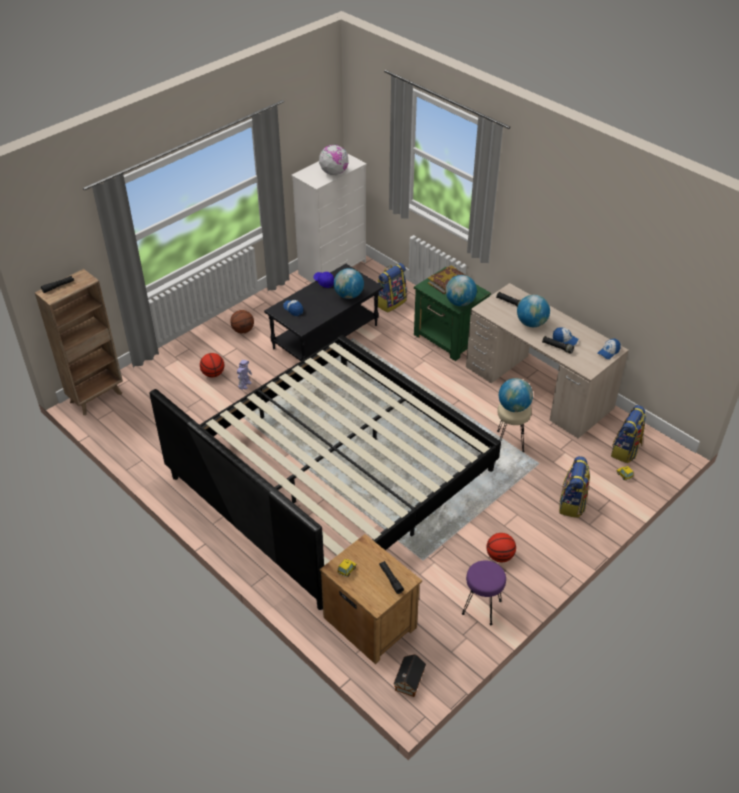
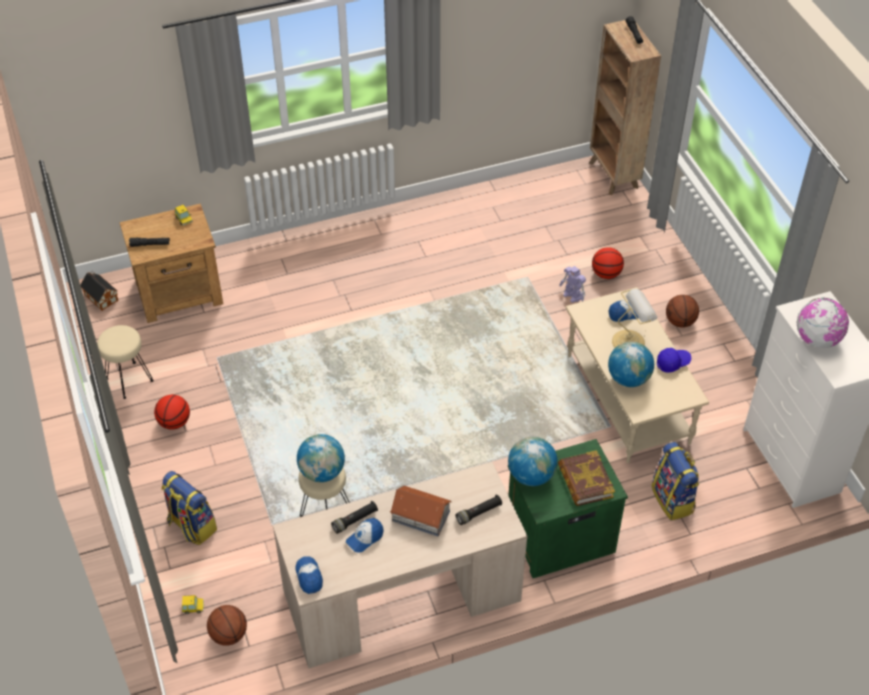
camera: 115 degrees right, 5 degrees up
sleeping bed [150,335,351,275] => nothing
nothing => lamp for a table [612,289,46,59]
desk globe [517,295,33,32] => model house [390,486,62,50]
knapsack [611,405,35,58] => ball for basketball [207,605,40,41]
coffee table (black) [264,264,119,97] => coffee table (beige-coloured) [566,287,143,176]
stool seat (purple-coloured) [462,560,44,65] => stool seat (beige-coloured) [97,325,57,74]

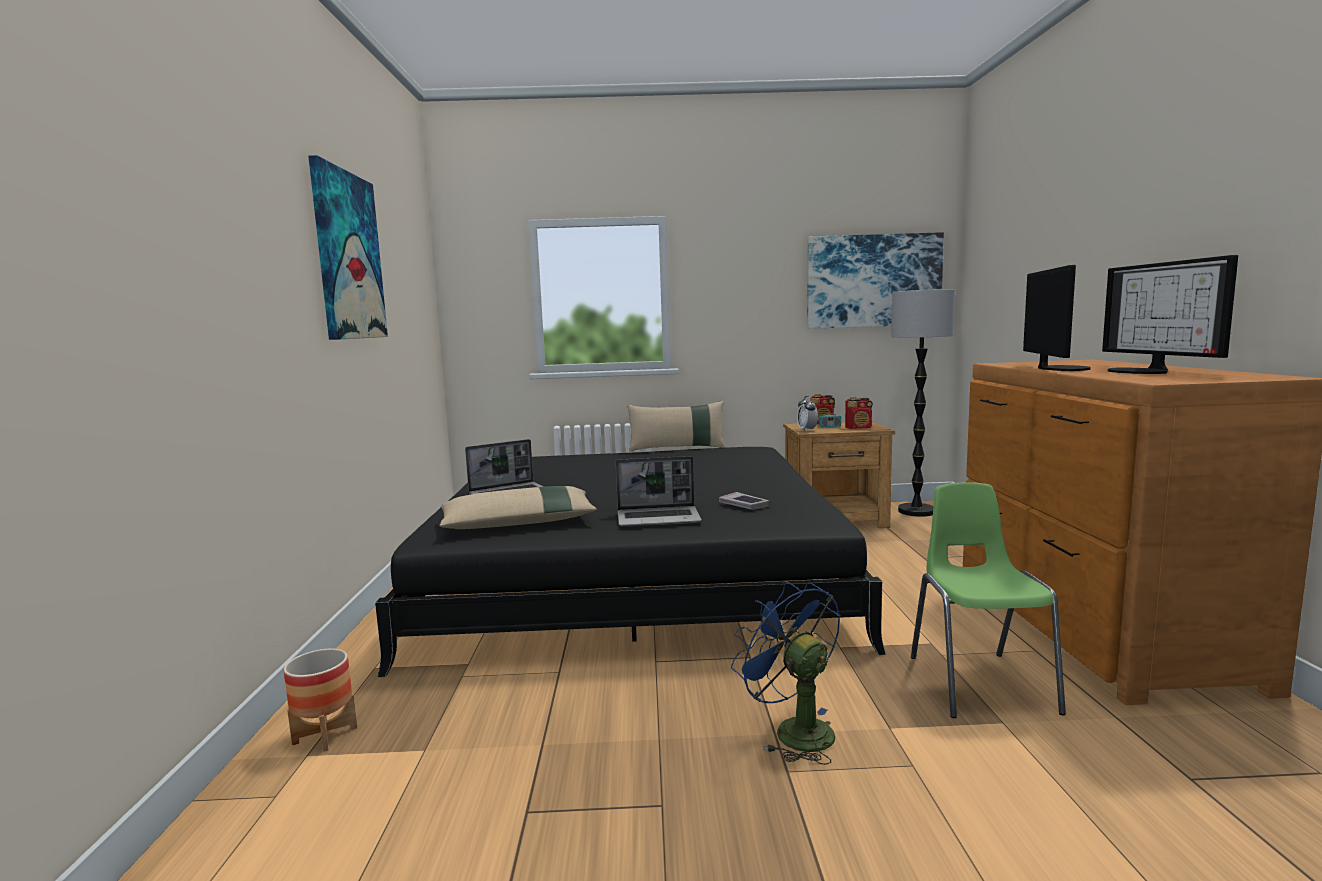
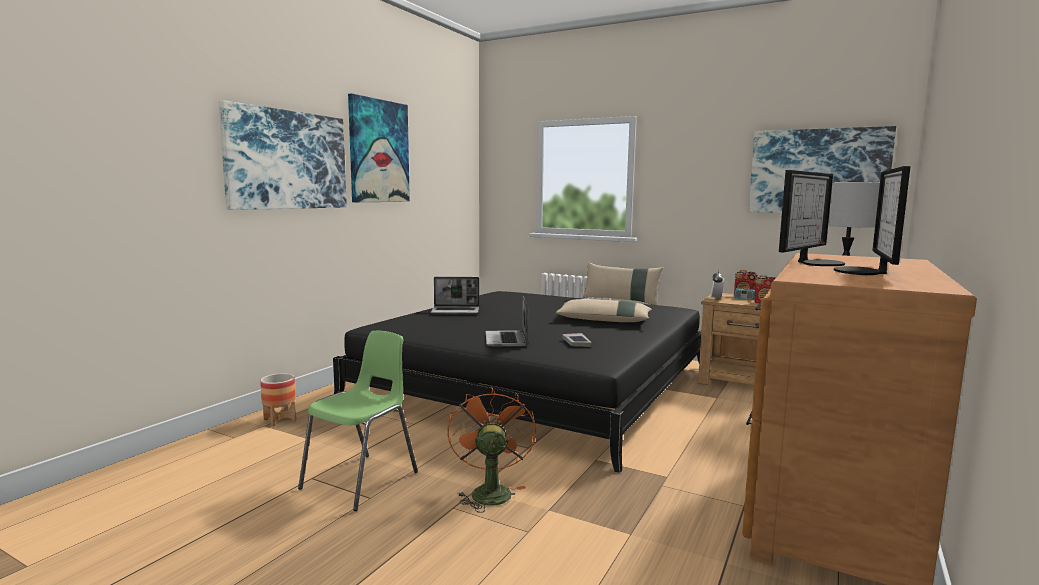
camera: 30 degrees right, 0 degrees up
nothing => wall picture [218,100,129,110]
cushion (beige-coloured) [439,486,158,43] => cushion (beige-coloured) [556,299,96,23], moved
plain chair (green-coloured) [911,482,155,236] => plain chair (green-coloured) [298,331,120,180], moved
cooling fan (blue) [731,581,109,184] => cooling fan (orange) [447,387,89,126]
portable computer [616,456,86,71] => portable computer [486,296,42,51], 60 degrees clockwise

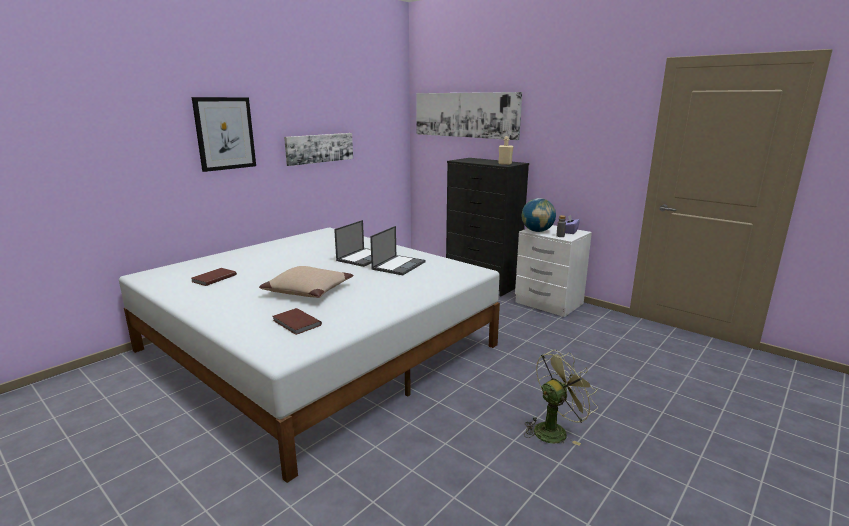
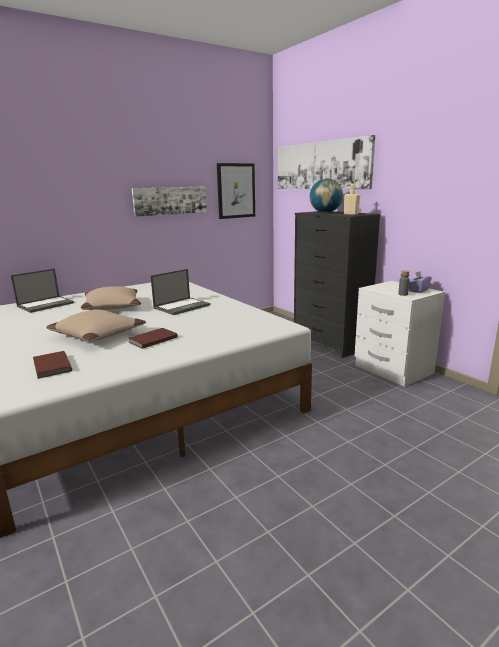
camera: 15 degrees right, 0 degrees up
cooling fan (green-coloured) [524,349,74,97] => nothing
nothing => cushion (beige-coloured) [81,286,60,24]
wall picture [192,97,64,75] => wall picture [217,163,38,56], moved
volume (brown) [192,268,45,18] => volume (brown) [129,328,49,21], moved
portable computer [370,226,56,49] => portable computer [11,269,63,44], moved
desk globe [522,198,34,34] => desk globe [310,178,33,35], moved

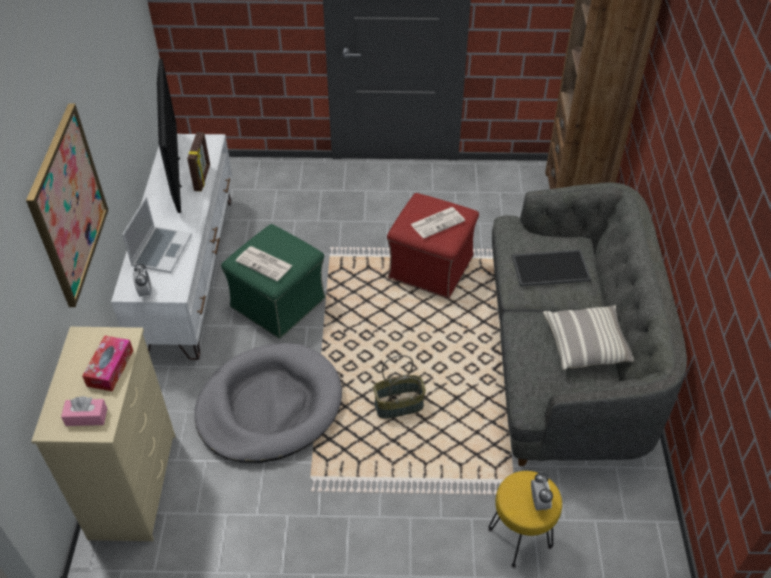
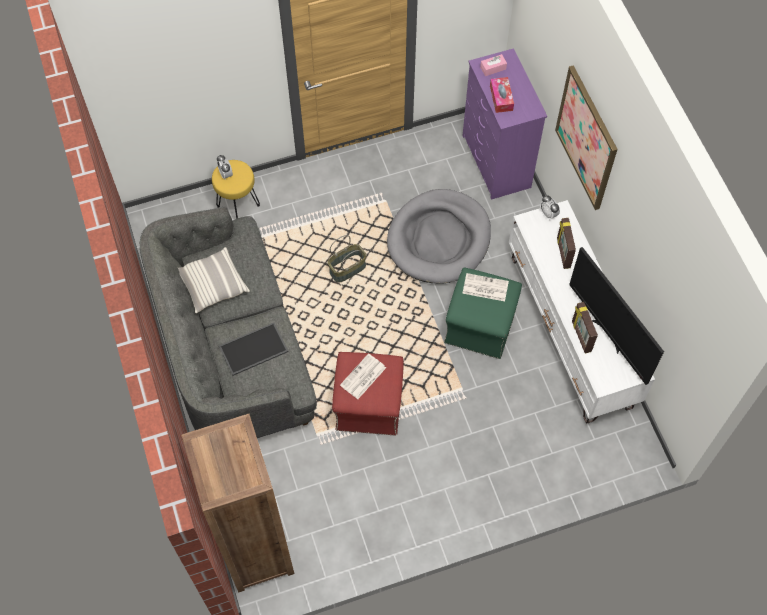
camera: 160 degrees right, 15 degrees up
portable computer [122,197,70,76] => standing frame [557,218,19,51]
drawer chest (beige-coloured) [31,327,144,214] => drawer chest (purple-coloured) [463,48,84,152]

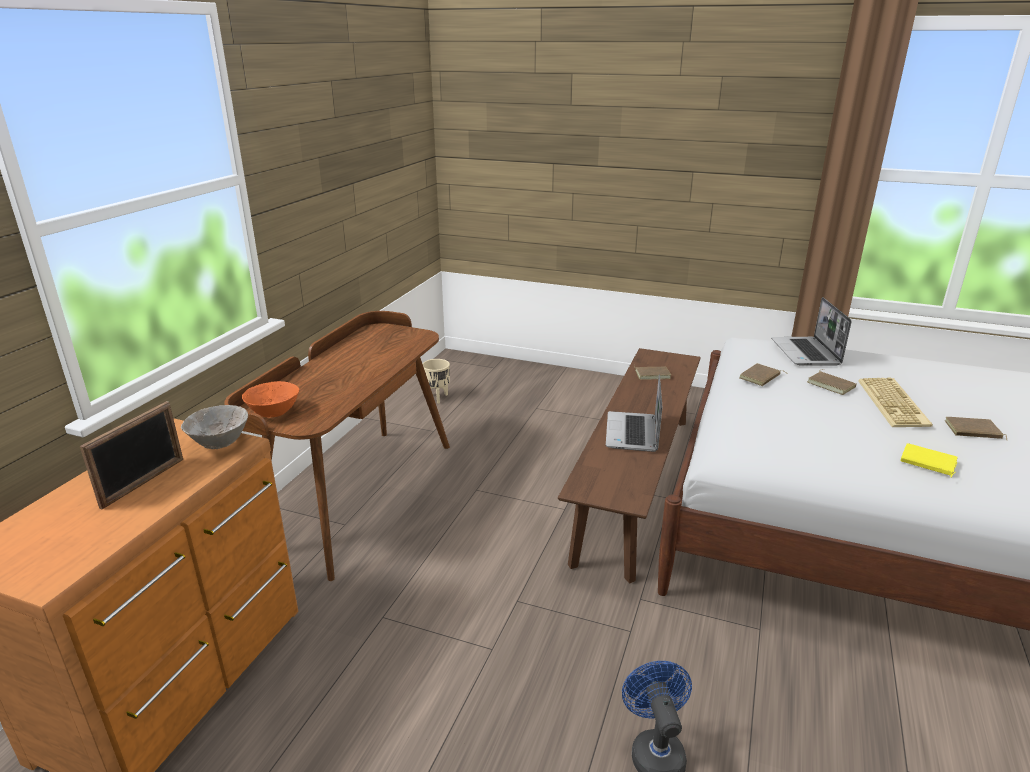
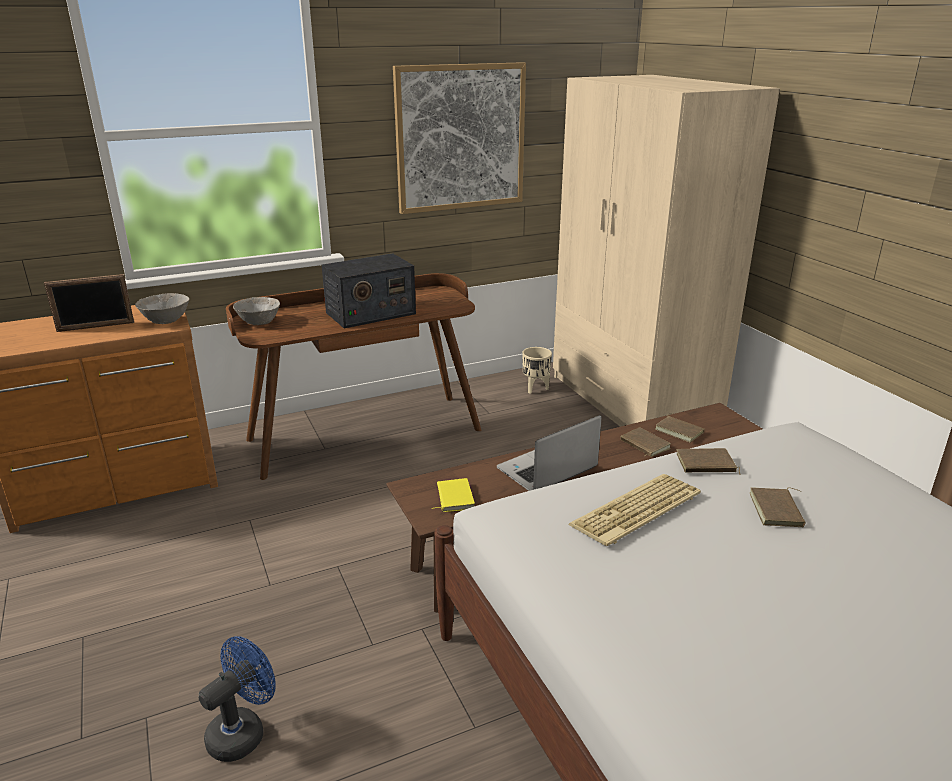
camera: 45 degrees right, 0 degrees up
portable computer [771,297,81,69] => nothing
nothing => radio [322,253,94,75]
nothing => wall picture [393,62,133,152]
nothing => armoire (beige-coloured) [553,75,227,352]
computer keyboard [858,378,75,49] => computer keyboard [569,474,132,72], moved
volume (yellow) [900,443,58,34] => volume (yellow) [432,478,43,34], moved
volume (brown) [945,417,63,24] => volume (brown) [621,427,50,30], moved
bowl (orange) [242,381,58,37] => bowl (greyish) [233,297,47,28]

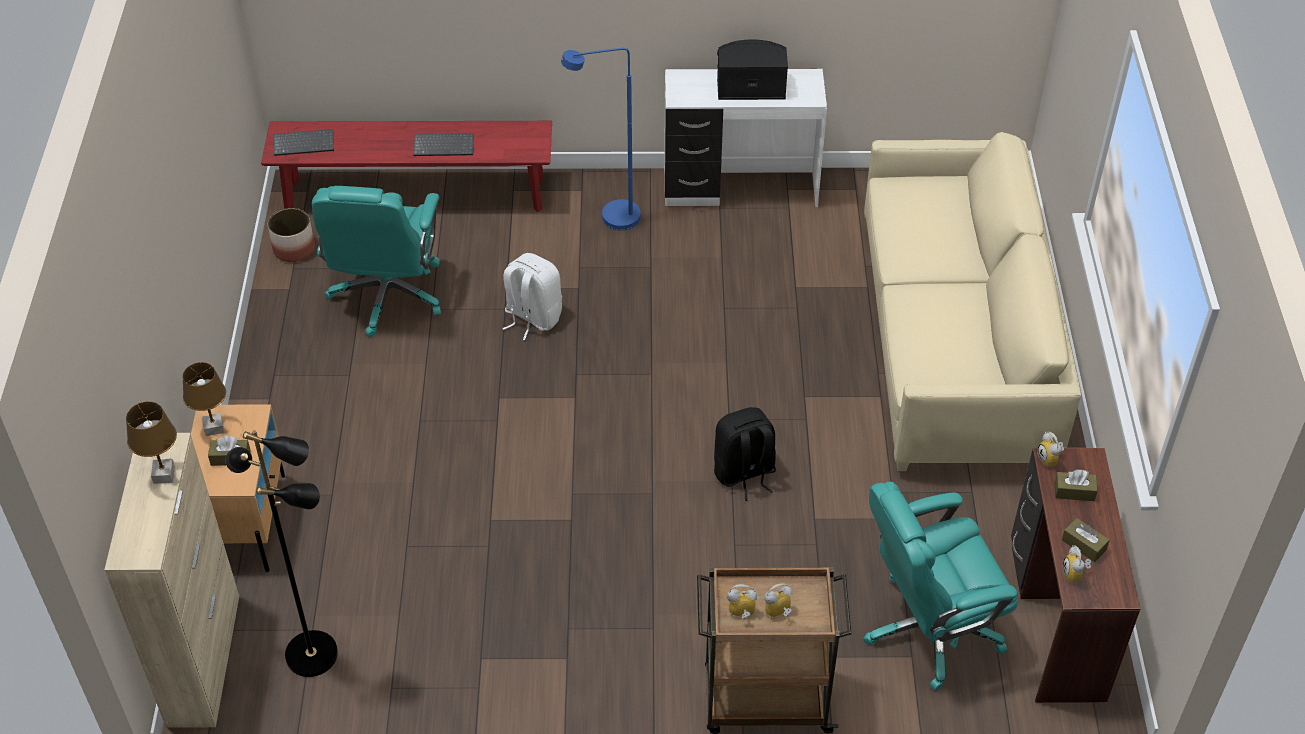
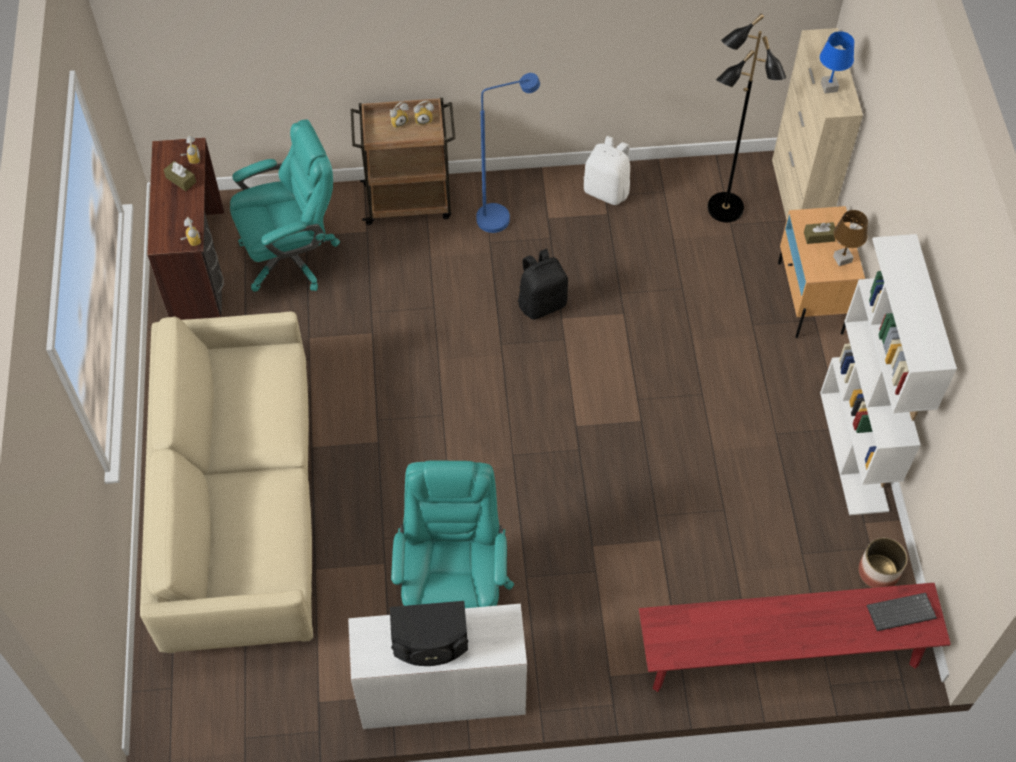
camera: 175 degrees right, 10 degrees up
computer keyboard [413,133,61,23] => nothing
tissue box (brown) [1054,470,44,31] => nothing
nothing => bookshelf (whitish) [820,234,137,281]
desk chair (blue-green) [312,186,129,151] => desk chair (blue-green) [391,460,123,148], moved
knapsack (whitish) [502,253,60,87] => knapsack (whitish) [583,136,47,69], moved
standard lamp (blue) [561,48,80,182] => standard lamp (blue) [476,73,64,160], moved
knapsack (black) [714,407,62,94] => knapsack (black) [518,249,50,71], moved
lamp for a table (brown) [126,401,51,83] => lamp for a table (blue) [820,31,34,62]

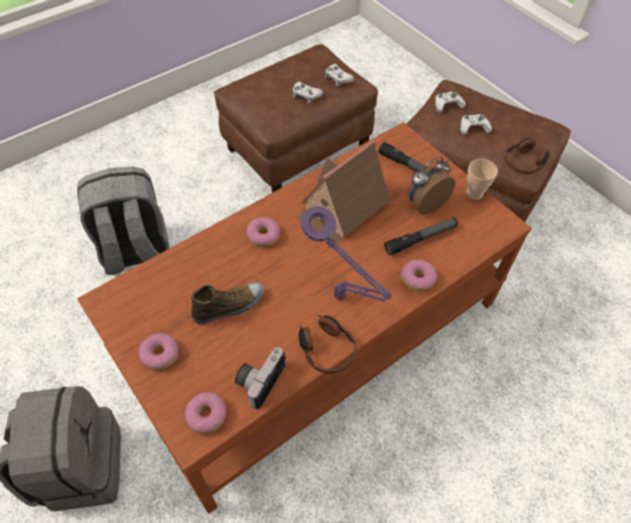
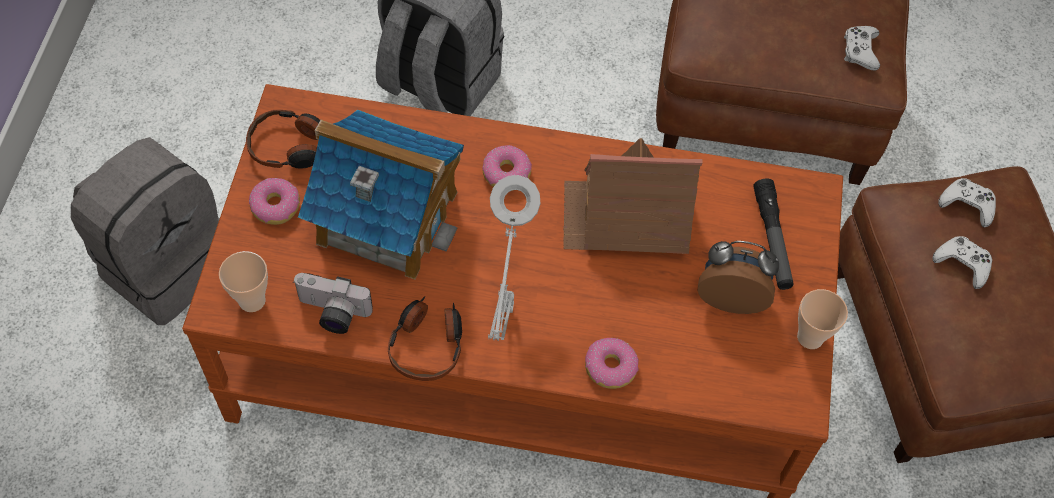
camera: 45 degrees right, 5 degrees up
gamepad (whitish) [292,82,31,21] => nothing
hand torch [384,217,74,38] => nothing
pair of headphones [504,138,45,36] => pair of headphones [246,110,74,59], moved
doughnut [185,392,41,41] => cup [219,251,49,61]
shoe [191,283,73,41] => model house [298,109,166,170]
lamp for a table (purple-coloured) [301,206,91,96] => lamp for a table (greyish) [488,175,53,166]
still camera [235,347,51,62] => still camera [293,273,80,61], 150 degrees counterclockwise

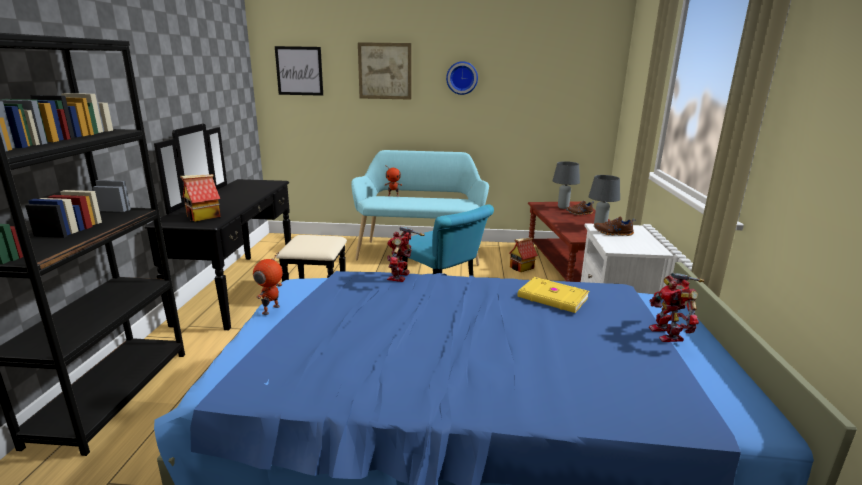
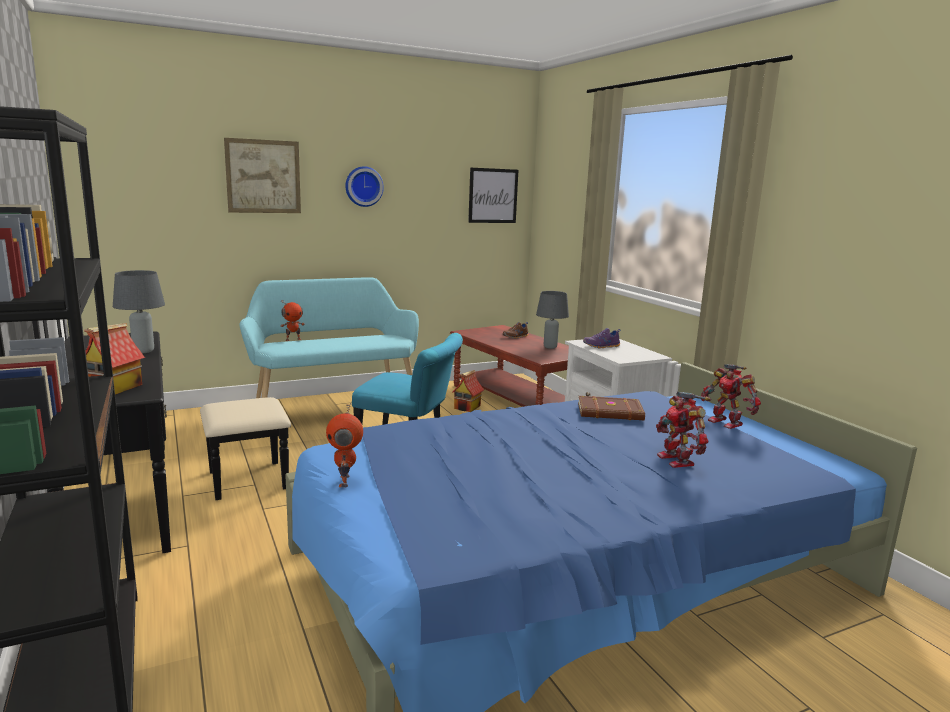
camera: 30 degrees left, 5 degrees down
wall picture [275,46,48,50] => wall picture [468,168,50,55], moved
robot figure [387,226,38,56] => robot figure [656,392,54,76], moved
lamp for a table (greyish) [553,161,27,48] => lamp for a table (greyish) [113,270,52,83], moved
volume (yellow) [518,277,71,36] => volume (brown) [578,396,67,24]
shoe (brown) [594,216,41,20] => shoe (purple-coloured) [583,328,38,21]

